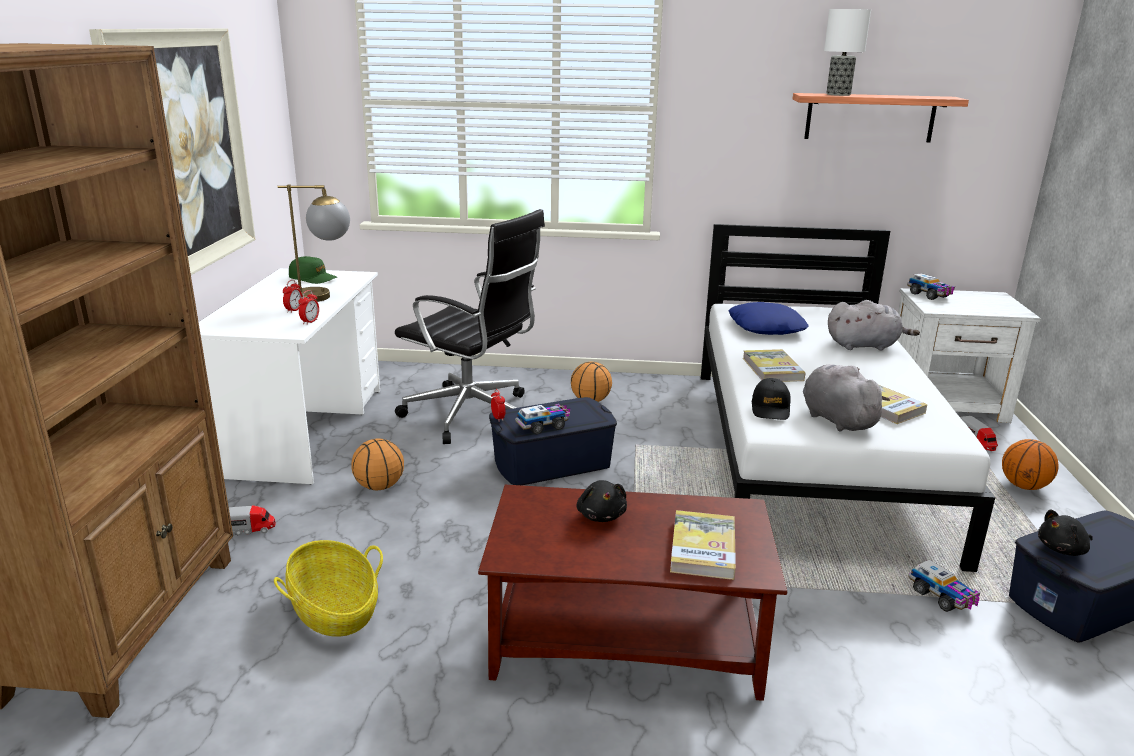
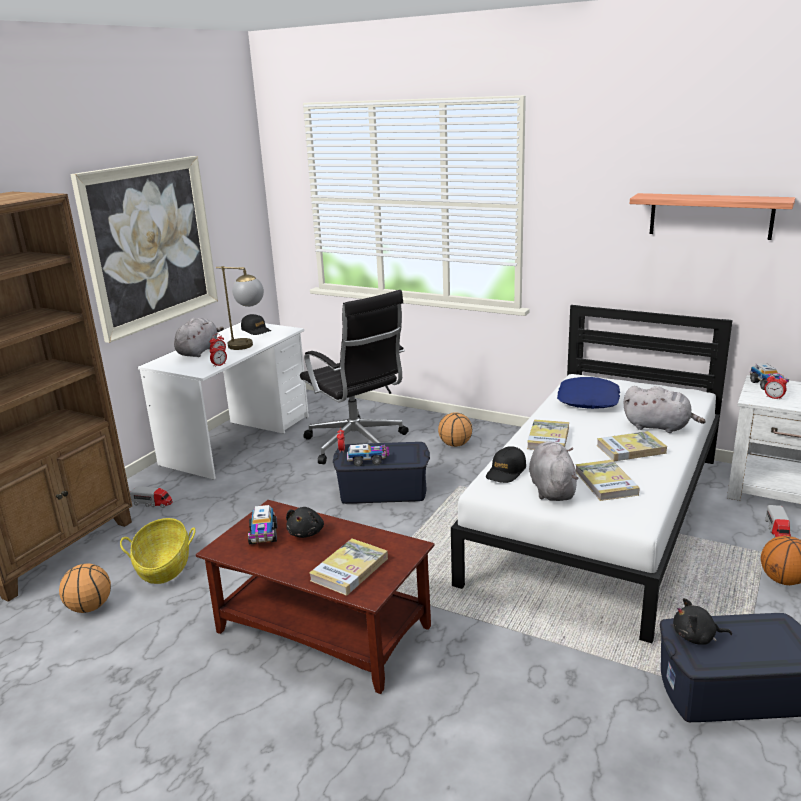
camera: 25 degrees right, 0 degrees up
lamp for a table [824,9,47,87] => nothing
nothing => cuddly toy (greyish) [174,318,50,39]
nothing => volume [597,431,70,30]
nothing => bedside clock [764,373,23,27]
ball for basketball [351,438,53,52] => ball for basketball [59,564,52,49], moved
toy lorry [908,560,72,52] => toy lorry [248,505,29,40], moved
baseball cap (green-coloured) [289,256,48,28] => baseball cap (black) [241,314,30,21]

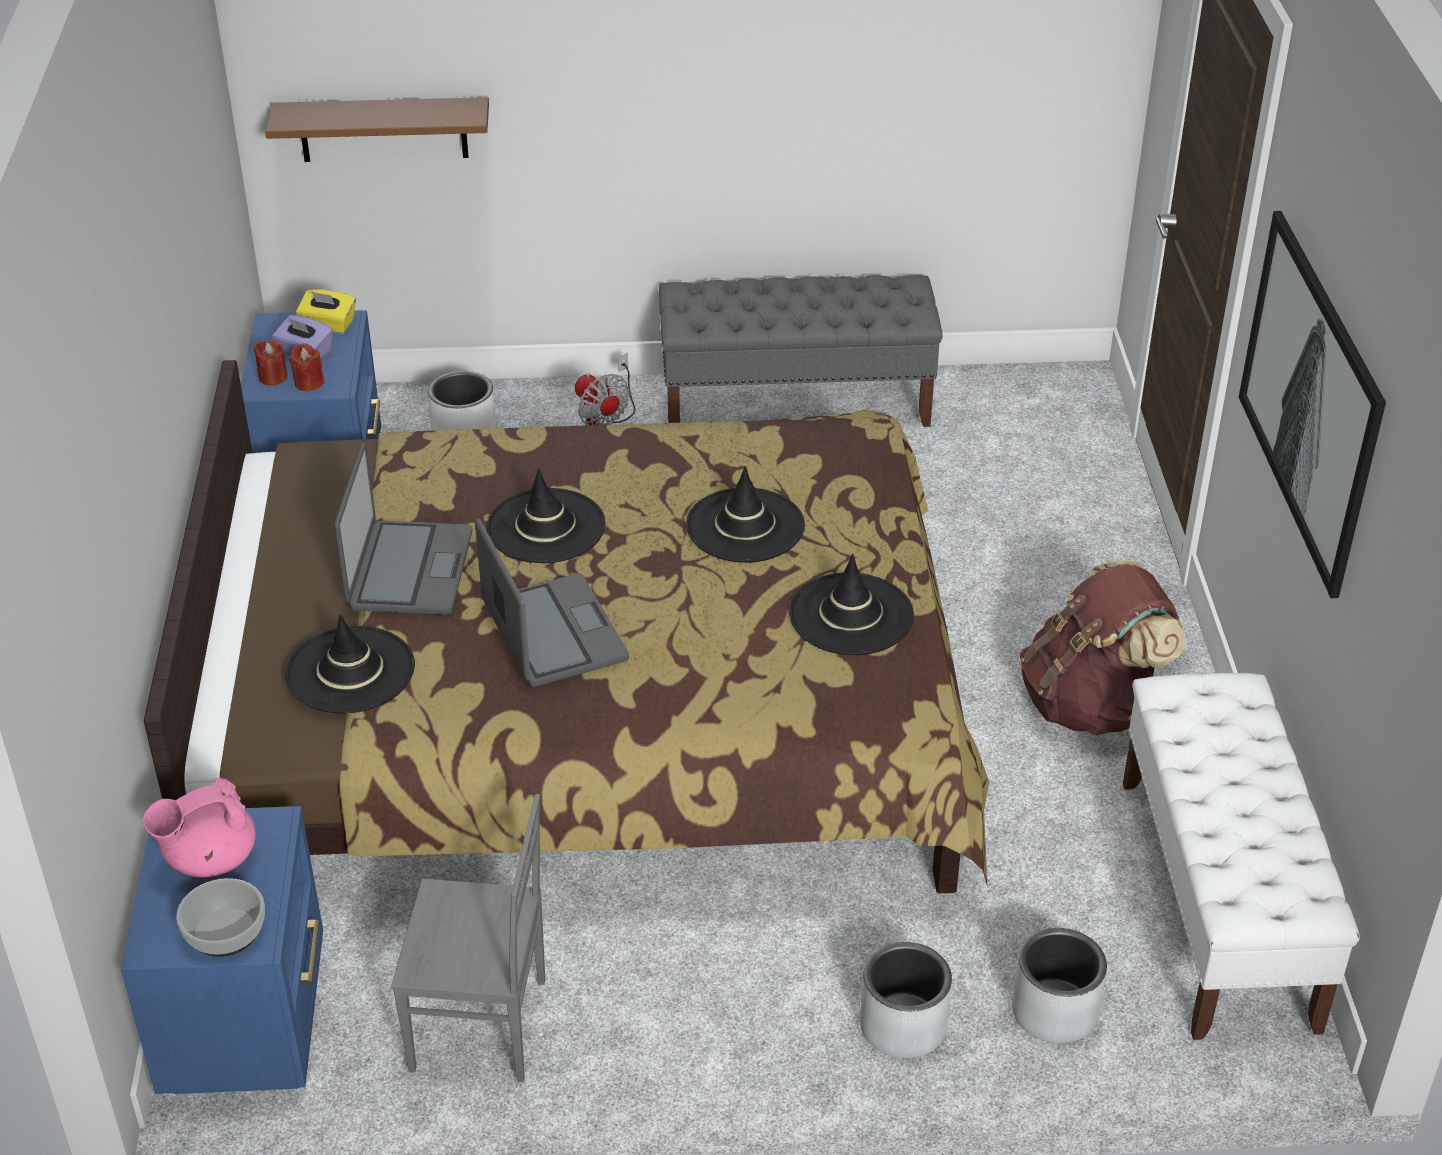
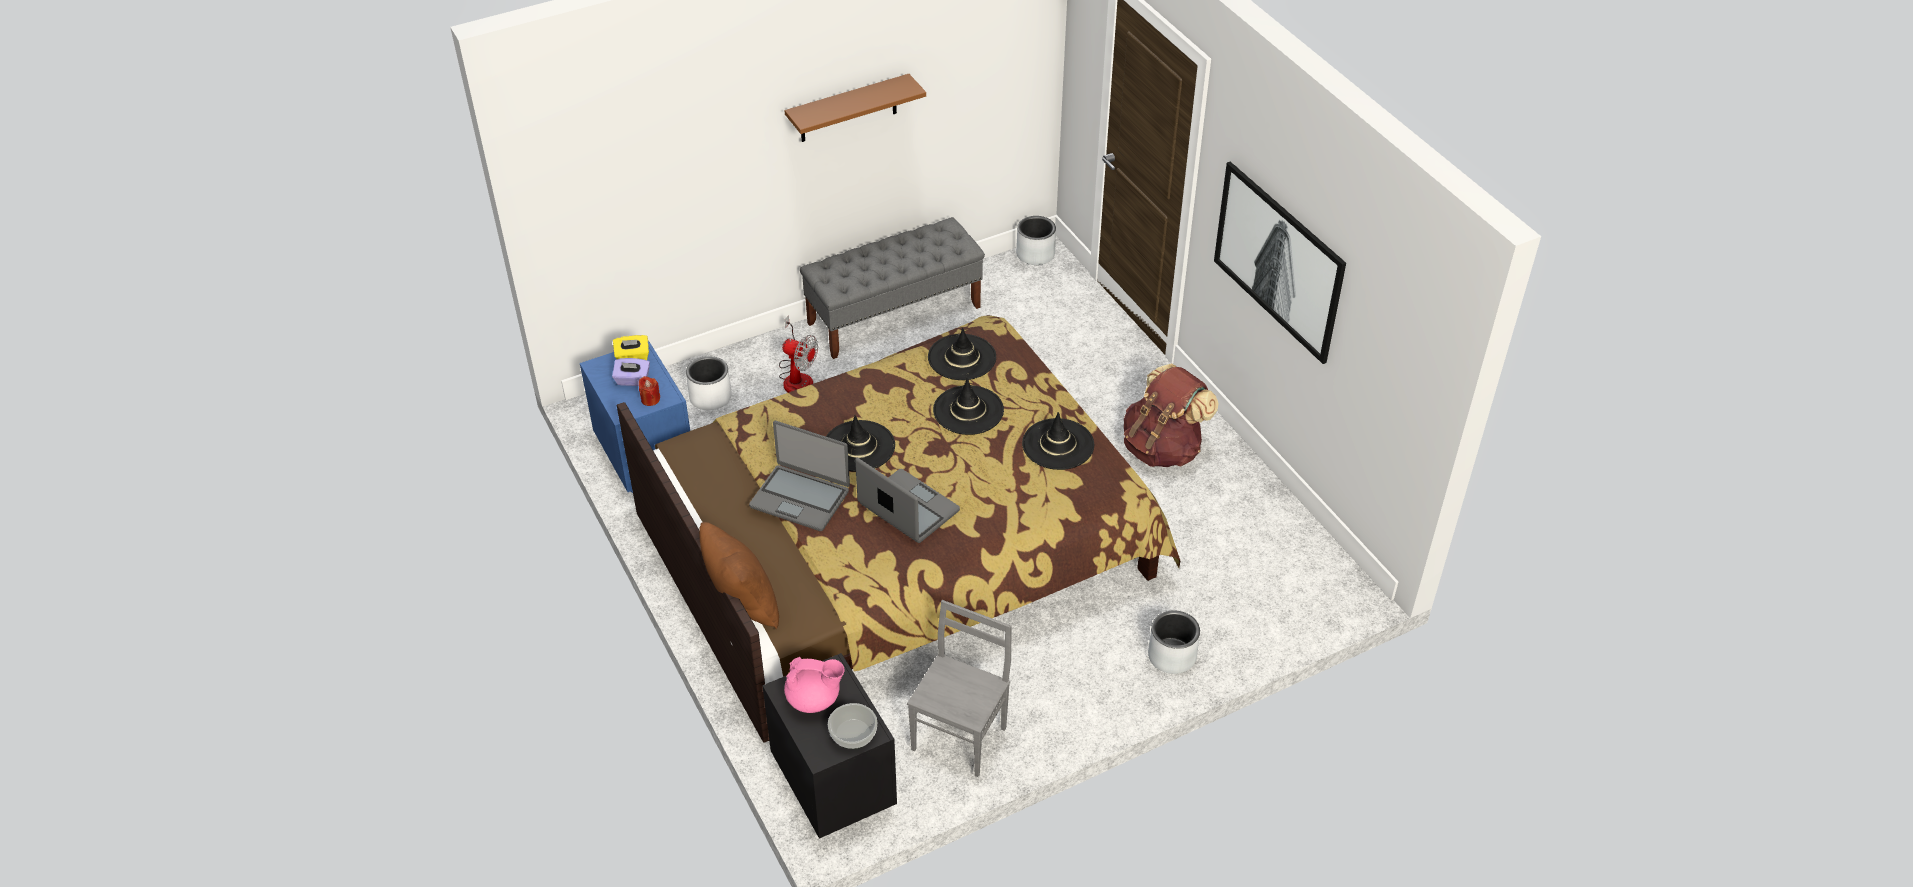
camera: 25 degrees left, 5 degrees up
candle (reddish) [254,340,34,45] => nothing
long seat (whitish) [1123,673,237,367] => nothing
nothing => cushion (brown) [699,522,80,107]
shelf (brown) [265,97,224,65] => shelf (brown) [784,74,142,68], moved
clothing hat (black) [285,614,130,99] => clothing hat (black) [928,328,68,52], moved
flower pot (greyish) [1012,928,95,115] => flower pot (greyish) [1016,216,40,49], moved
night table (blue) [121,806,202,288] => night table (black) [763,653,134,186]
teapot (pink) [143,778,113,99] => teapot (pink) [784,657,61,56], 120 degrees counterclockwise
portable computer [334,442,138,173] => portable computer [749,421,101,110], 135 degrees clockwise
plain chair (greyish) [391,794,154,288] => plain chair (greyish) [907,600,105,177], 45 degrees counterclockwise

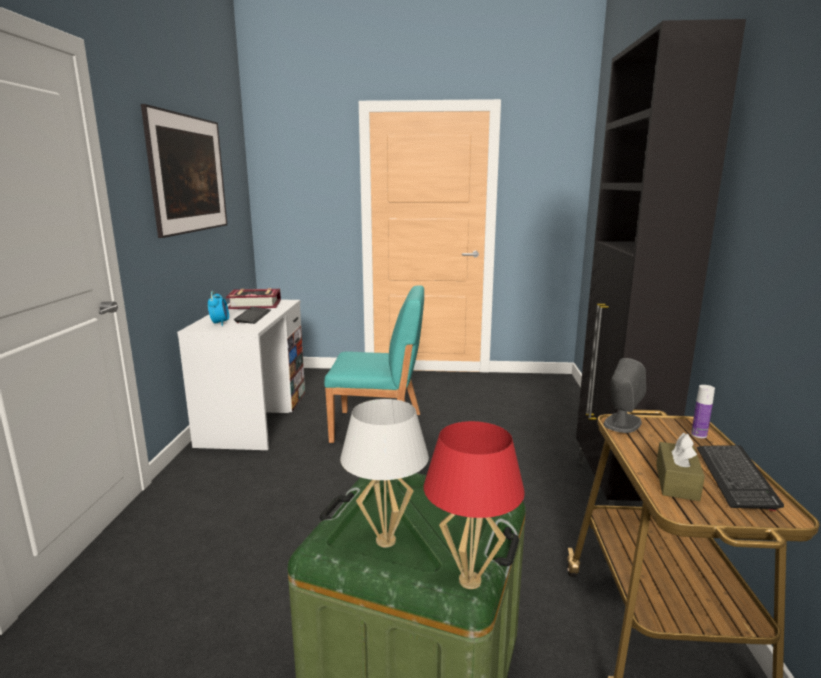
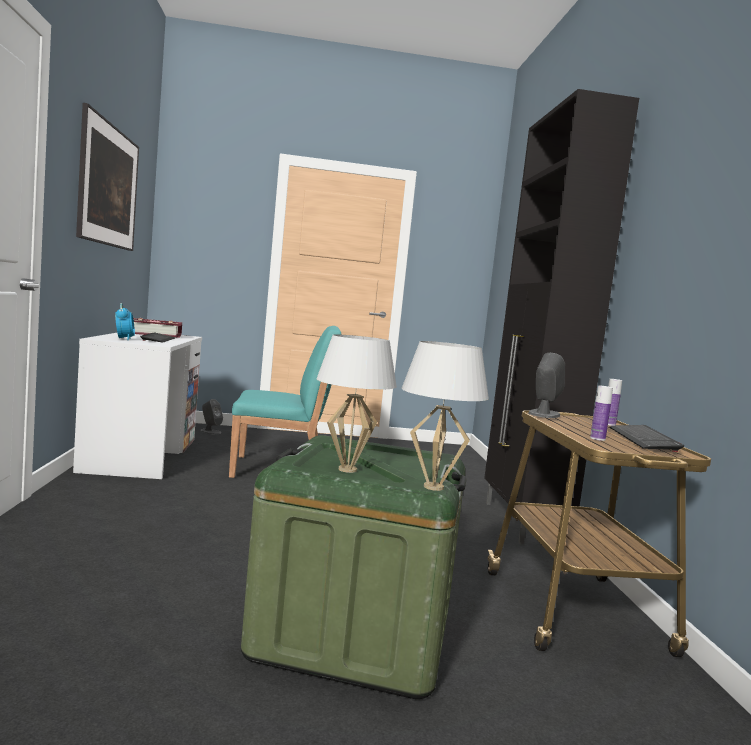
camera: 10 degrees left, 10 degrees down
nothing => audio speaker (greyish) [200,399,23,36]
tissue box (brown) [656,433,49,68] => beverage bottle [590,386,23,55]
lamp for a table (reddish) [424,421,101,168] => lamp for a table (whitish) [402,341,87,150]

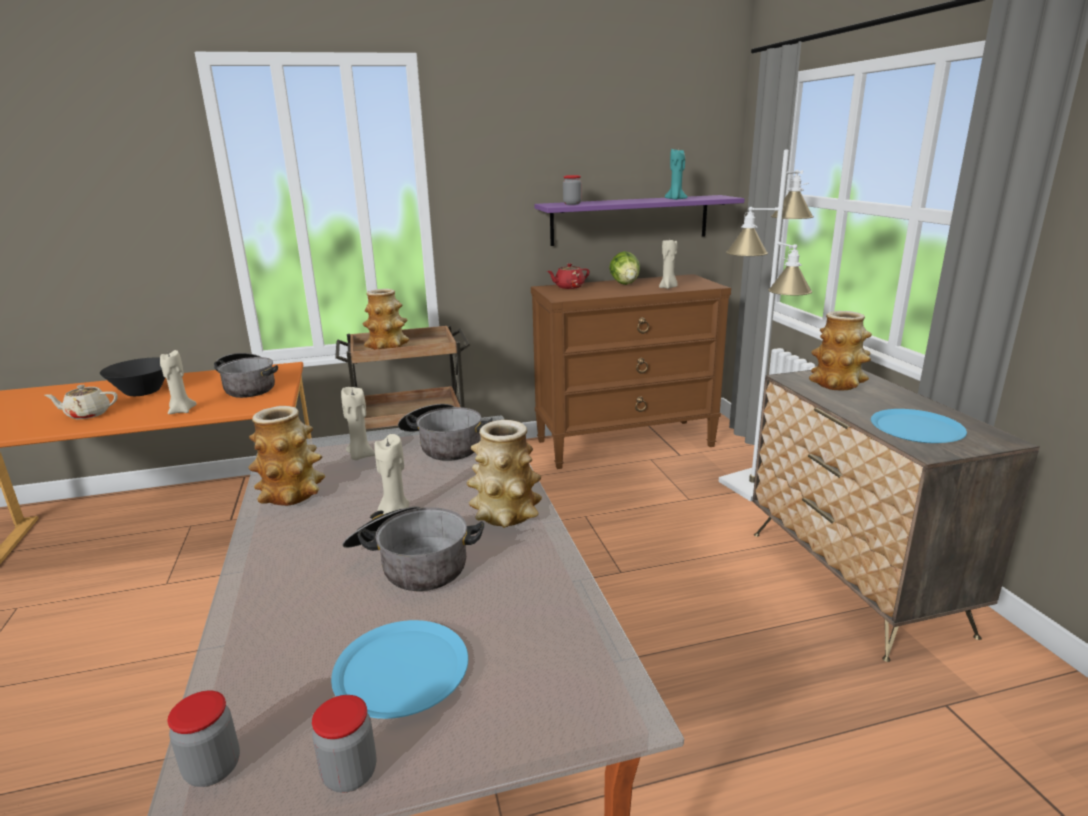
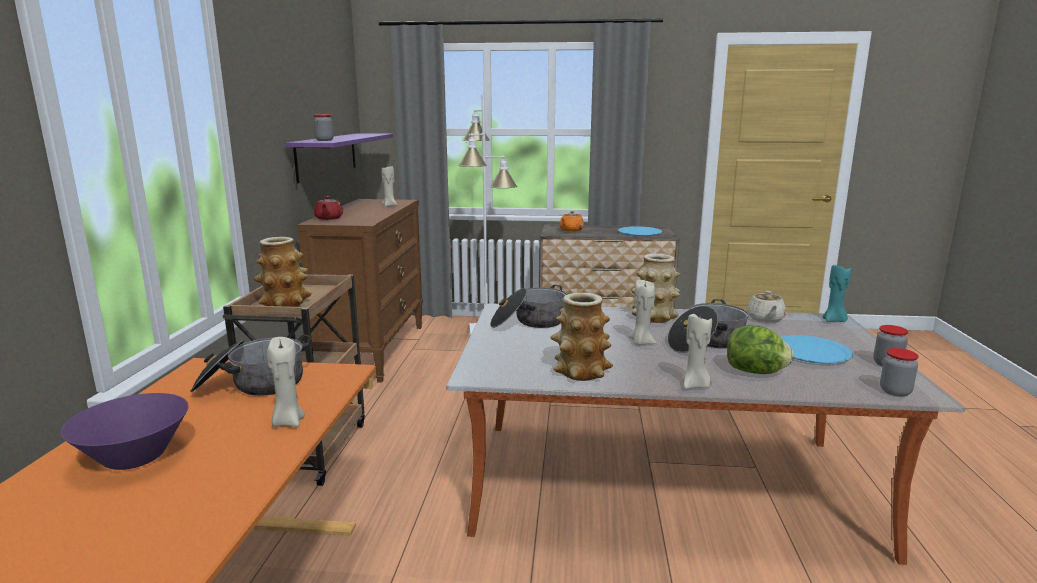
camera: 70 degrees left, 5 degrees down
teapot (beige-coloured) [44,385,73,34] => teapot (beige-coloured) [747,291,39,32], moved
candle (beige-coloured) [341,387,34,73] => candle (beige-coloured) [682,314,30,75], moved
lettuce [609,251,31,34] => lettuce [727,325,66,49], moved
candle (blue-green) [665,149,23,51] => candle (blue-green) [823,265,28,57], moved
vase [809,311,63,79] => teapot (orange) [560,211,24,21]
bowl (black) [100,358,65,38] => bowl (purple-coloured) [60,393,129,77]

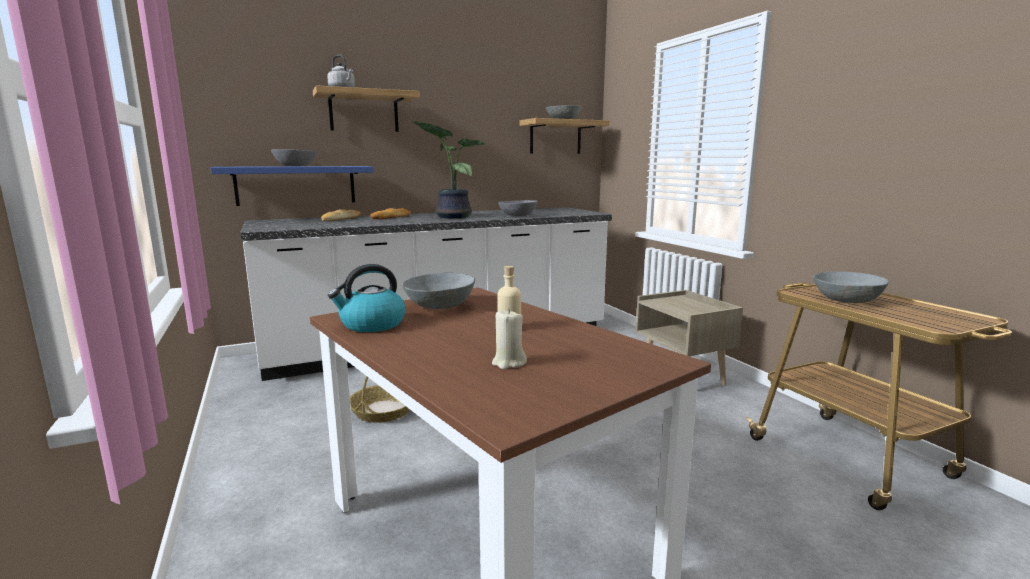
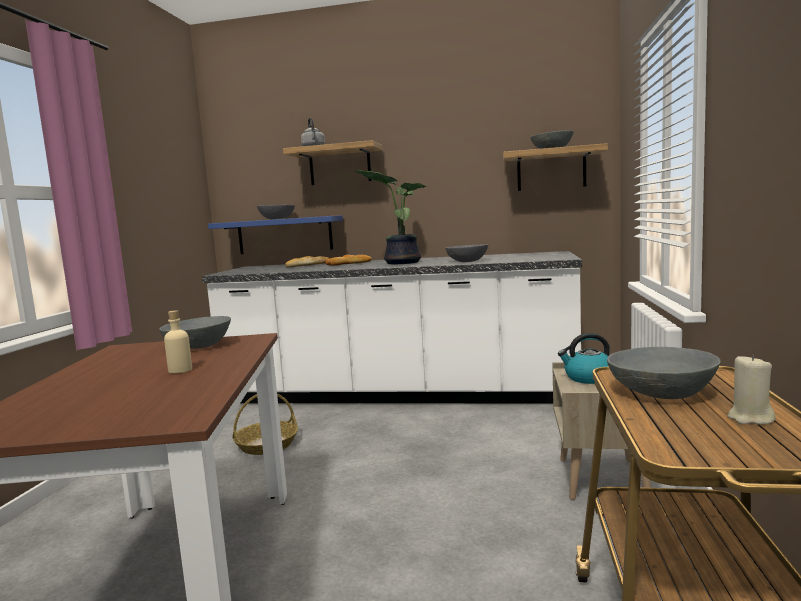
camera: 35 degrees right, 5 degrees down
water kettle [328,264,77,68] => water kettle [558,333,52,51], moved
candle (beige-coloured) [492,308,35,61] => candle (beige-coloured) [727,354,49,71], moved

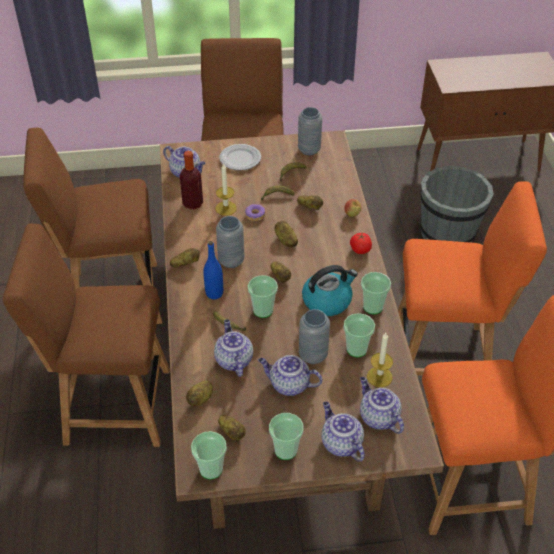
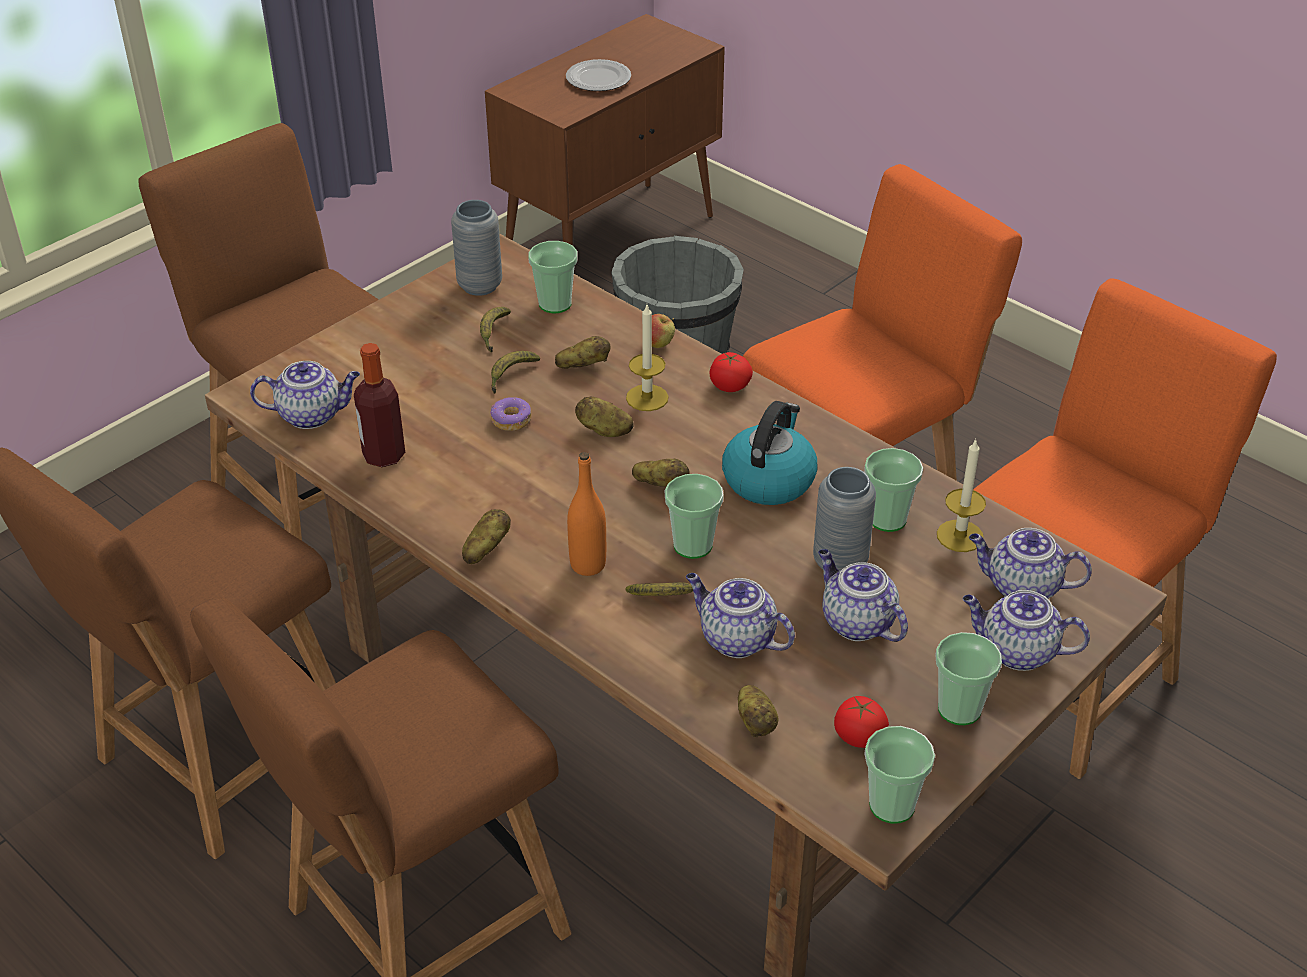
camera: 40 degrees left, 5 degrees down
vase (greyish) [216,216,29,52] => nothing
candle [215,163,22,53] => candle [626,305,43,106], moved
plate [219,144,42,26] => plate [566,59,65,32], moved
cup [361,272,30,42] => cup [528,241,49,72], moved
potato [218,415,28,27] => tomato [834,696,55,52]
beverage bottle (blue) [203,241,20,58] => beverage bottle (orange) [567,452,39,124]
teapot [258,355,64,41] => teapot [818,549,90,93], 75 degrees clockwise

